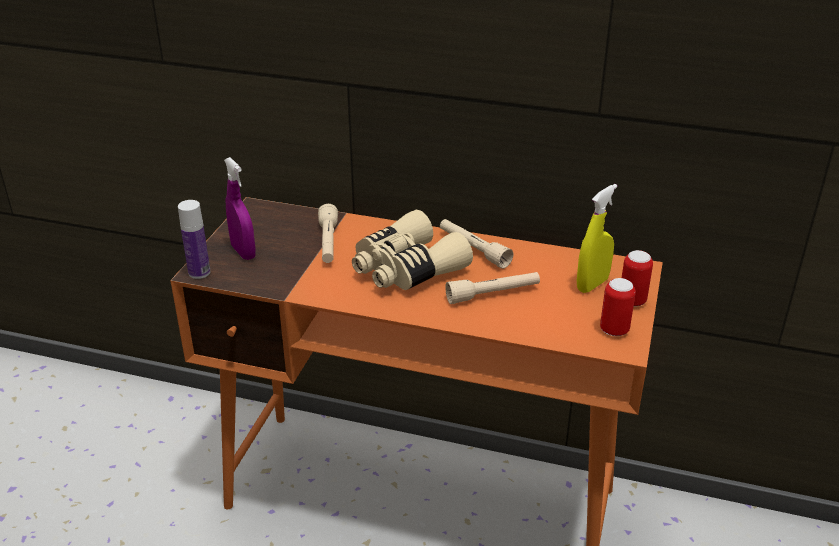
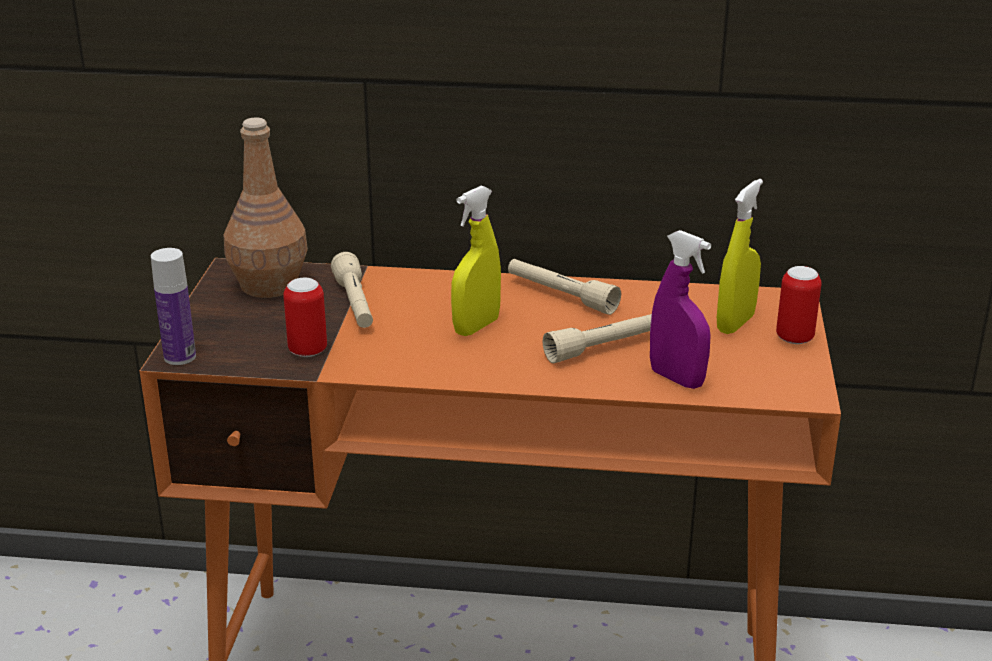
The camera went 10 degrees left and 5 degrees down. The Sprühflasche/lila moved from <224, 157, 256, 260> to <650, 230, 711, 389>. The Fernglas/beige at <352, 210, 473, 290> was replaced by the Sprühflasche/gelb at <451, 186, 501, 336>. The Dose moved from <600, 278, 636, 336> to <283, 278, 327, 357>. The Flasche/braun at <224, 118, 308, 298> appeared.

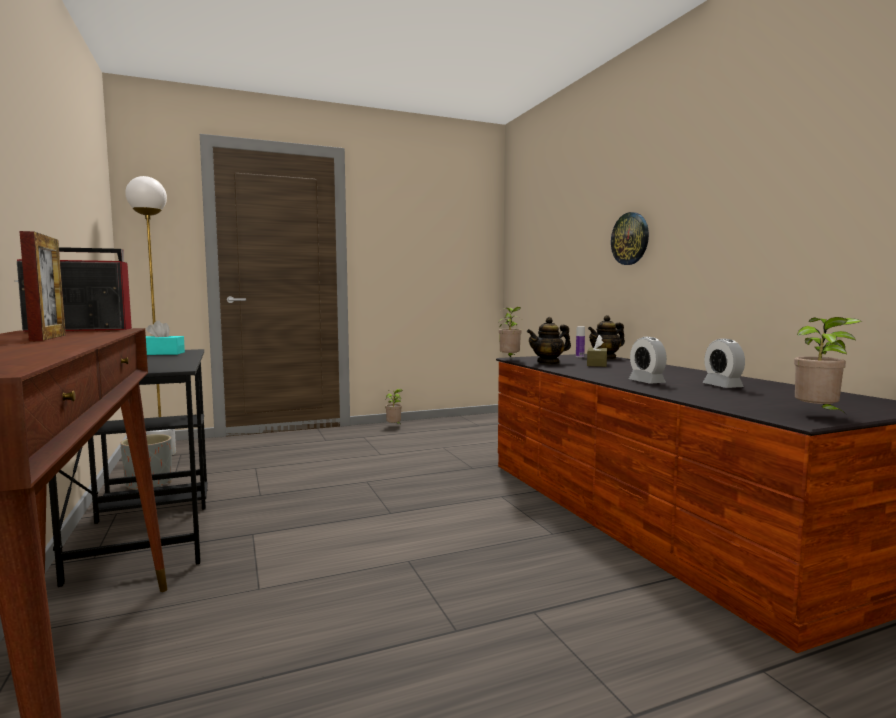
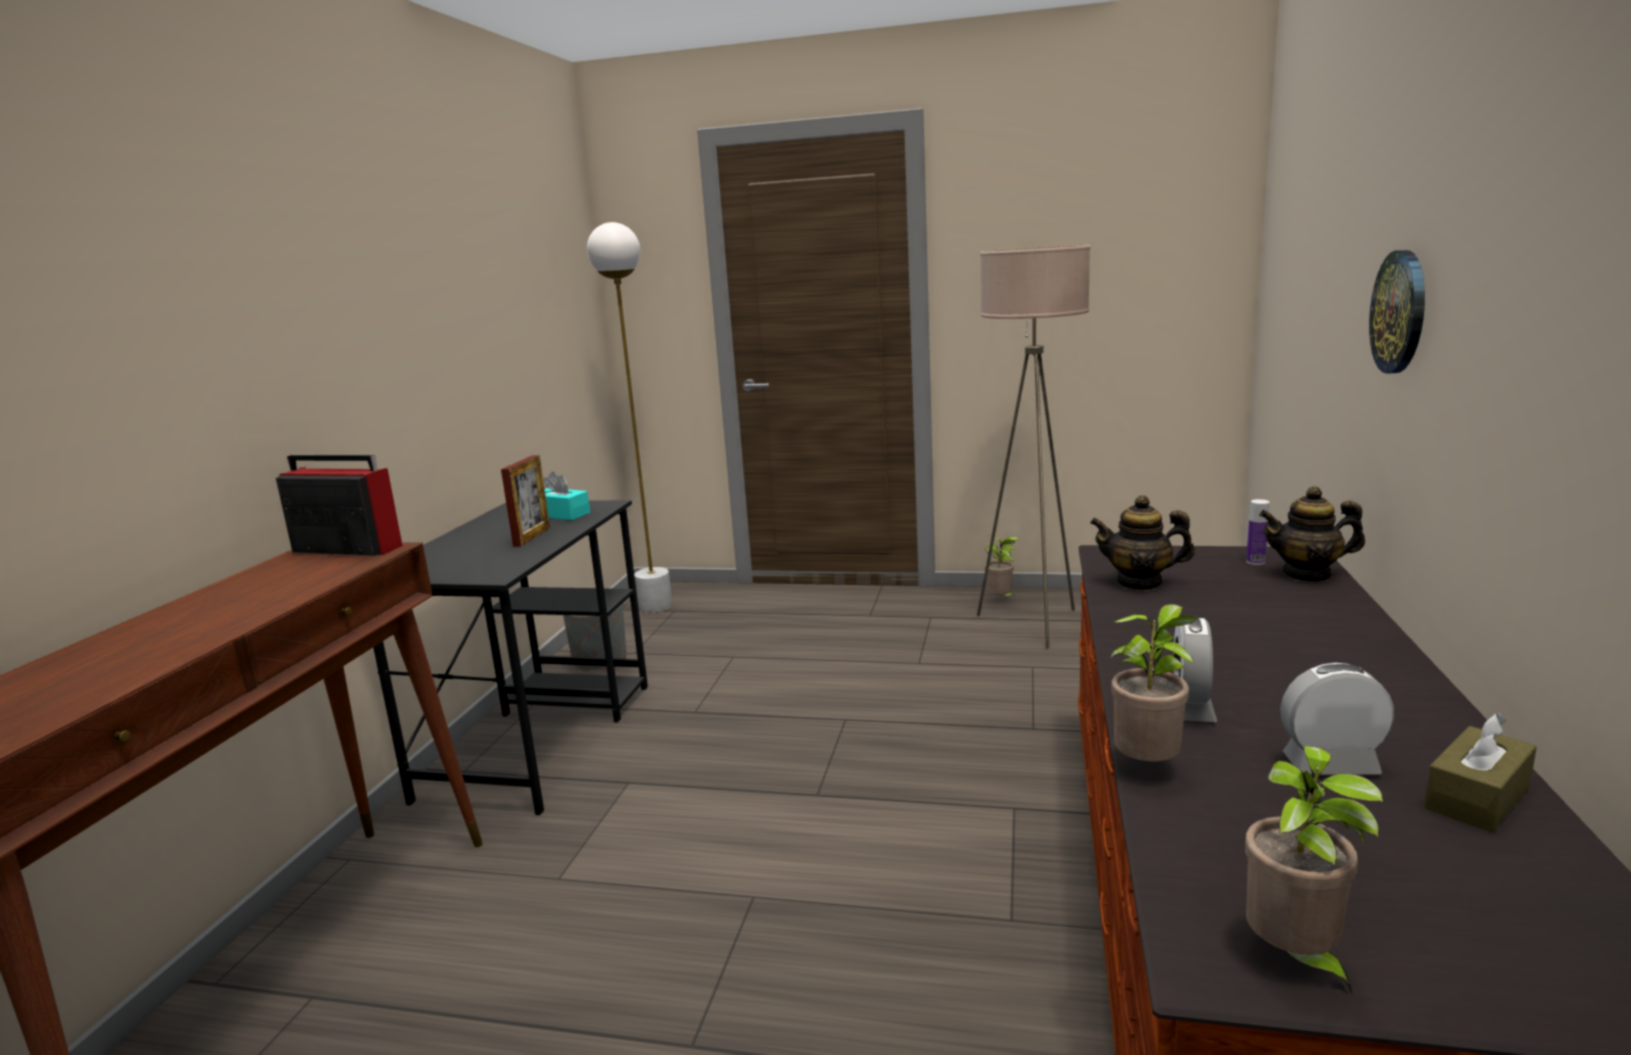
The camera went 35 degrees right and 10 degrees up. The Bilderrahmen moved from <20, 231, 66, 341> to <501, 455, 550, 546>. The Topfpflanze moved from <498, 307, 522, 357> to <1111, 604, 1198, 762>. The Taschentuchbox/braun moved from <587, 335, 607, 367> to <1424, 713, 1537, 833>. The Wecker at <703, 339, 745, 388> turned 75 degrees clockwise. The Stehlampe/beige at <977, 245, 1091, 648> appeared.

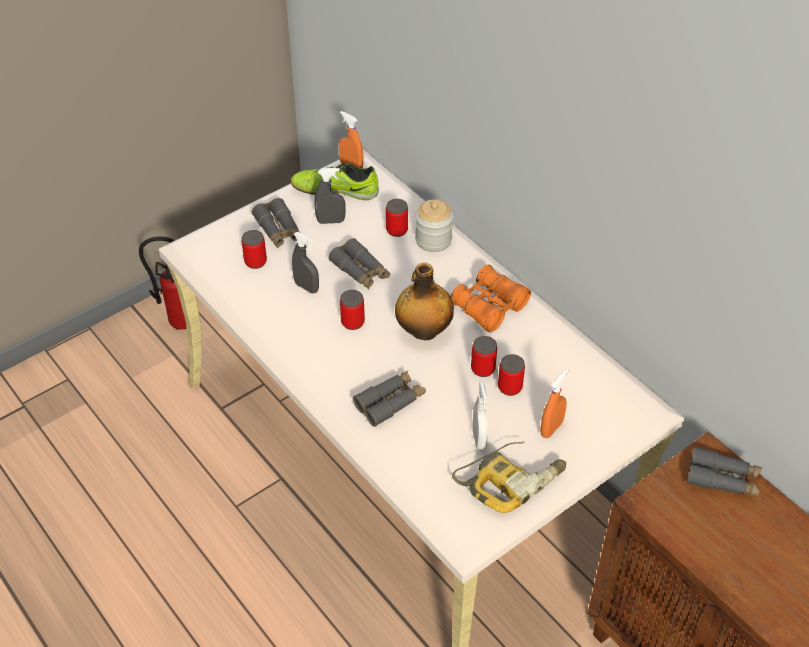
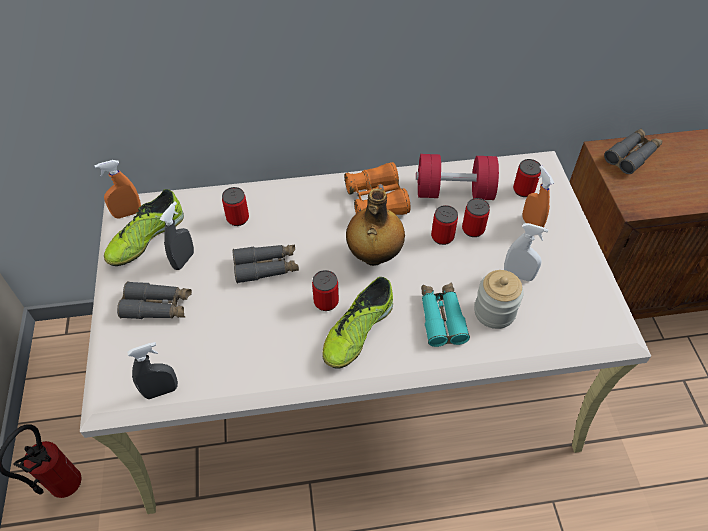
The camera went 60 degrees left and 5 degrees up. The Dose moved from <241, 230, 267, 269> to <513, 159, 541, 197>. The Sprühflasche/grau moved from <292, 232, 319, 293> to <127, 342, 178, 399>. The Fernglas/grau at <353, 371, 426, 427> became the Fernglas/türkis at <421, 282, 470, 347>. The Vorratsglas moved from <415, 199, 453, 252> to <474, 270, 524, 329>. The Bohrmaschine at <452, 441, 566, 513> disappeared. The Schuh at <322, 277, 393, 369> appeared. The Hantel/rot at <416, 154, 499, 200> appeared.

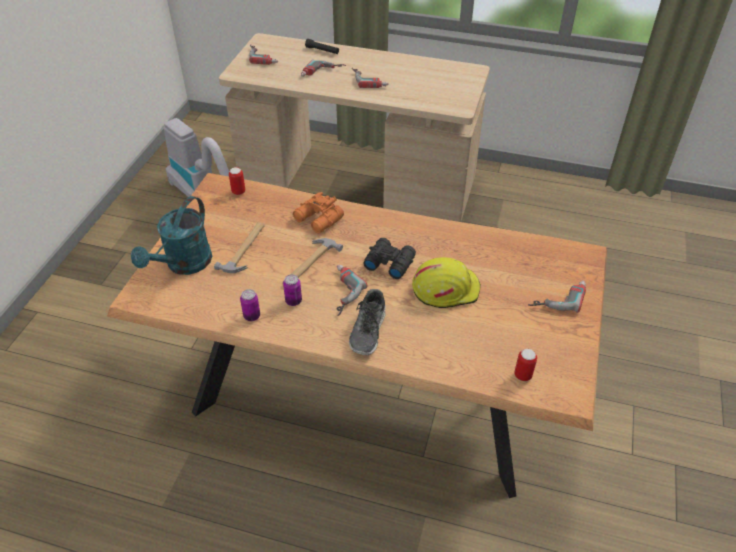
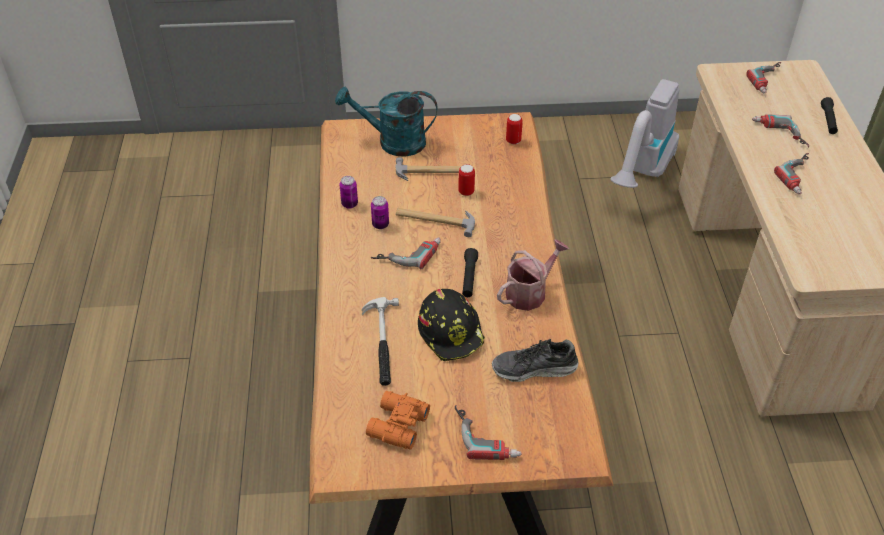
The camera went 70 degrees right and 0 degrees up. The Fernglas/orange moved from <293, 192, 344, 234> to <366, 391, 430, 450>. The Schuh moved from <349, 289, 386, 355> to <492, 339, 578, 382>. The Fernglas/schwarz at <363, 238, 416, 279> was replaced by the Taschenlampe/schwarz at <462, 248, 478, 297>. The Schutzhelm/gelb at <412, 257, 481, 308> became the Schutzhelm/schwarz at <418, 289, 485, 361>. The Dose moved from <514, 349, 537, 381> to <458, 164, 475, 196>. The Hammer at <362, 297, 399, 386> appeared. The Gießkanne at <497, 239, 569, 311> appeared.

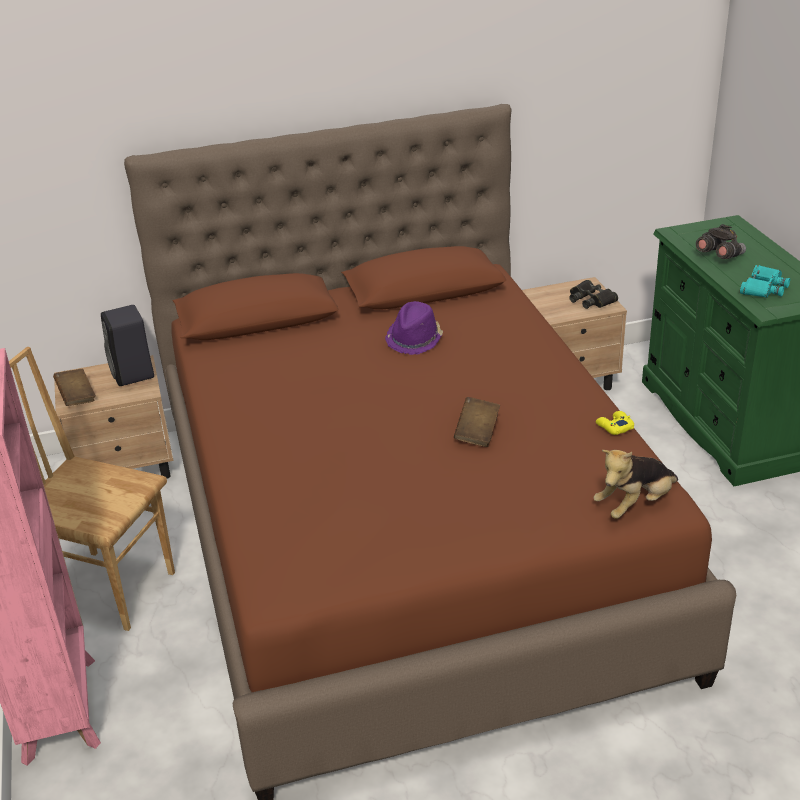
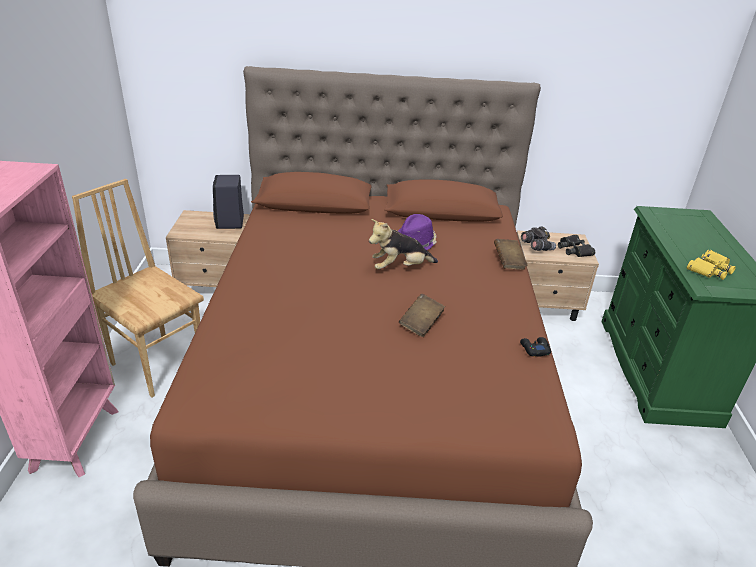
The camera went 15 degrees right and 0 degrees up. The Buch/braun moved from <53, 368, 95, 406> to <494, 239, 527, 270>. The Plüschtier moved from <594, 450, 678, 519> to <369, 219, 438, 269>. The Gamepad/gelb at <596, 411, 634, 435> became the Gamepad/schwarz at <520, 337, 551, 357>. The Fernglas/grau moved from <696, 224, 746, 259> to <521, 226, 556, 251>. The Fernglas/türkis at <740, 265, 790, 298> became the Fernglas/gelb at <687, 250, 736, 280>.

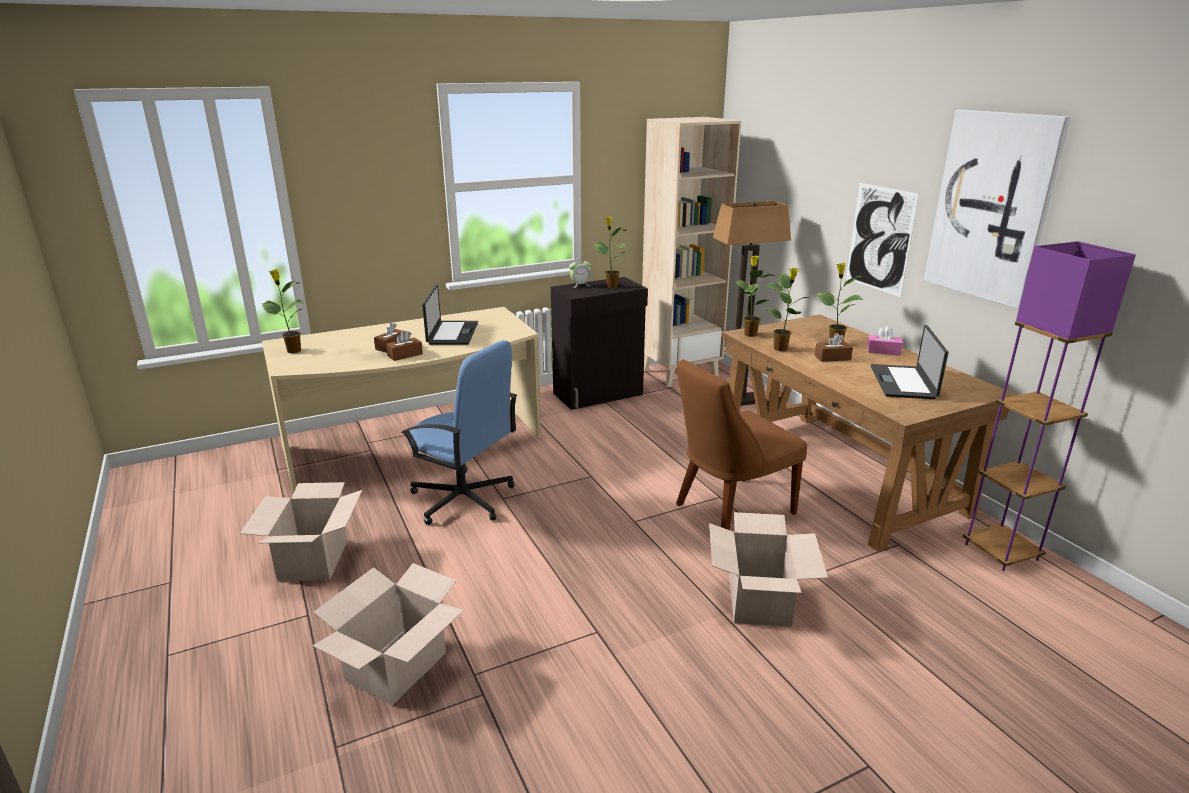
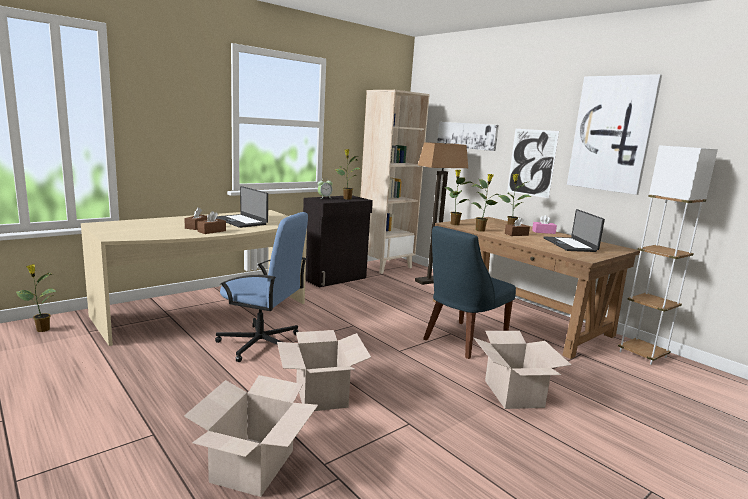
The camera went 15 degrees left and 10 degrees down. The Karton moved from <240, 482, 362, 581> to <277, 330, 371, 411>. The Topfpflanze moved from <262, 269, 304, 353> to <16, 264, 57, 332>. The Laptop at <422, 285, 478, 345> turned 150 degrees clockwise. The Stuhl/braun at <676, 360, 807, 530> became the Stuhl/blau at <423, 226, 516, 359>. The Stehlampe/lila at <963, 241, 1136, 571> became the Stehlampe/weiß at <618, 145, 718, 365>. The Bild at <437, 122, 499, 151> appeared.

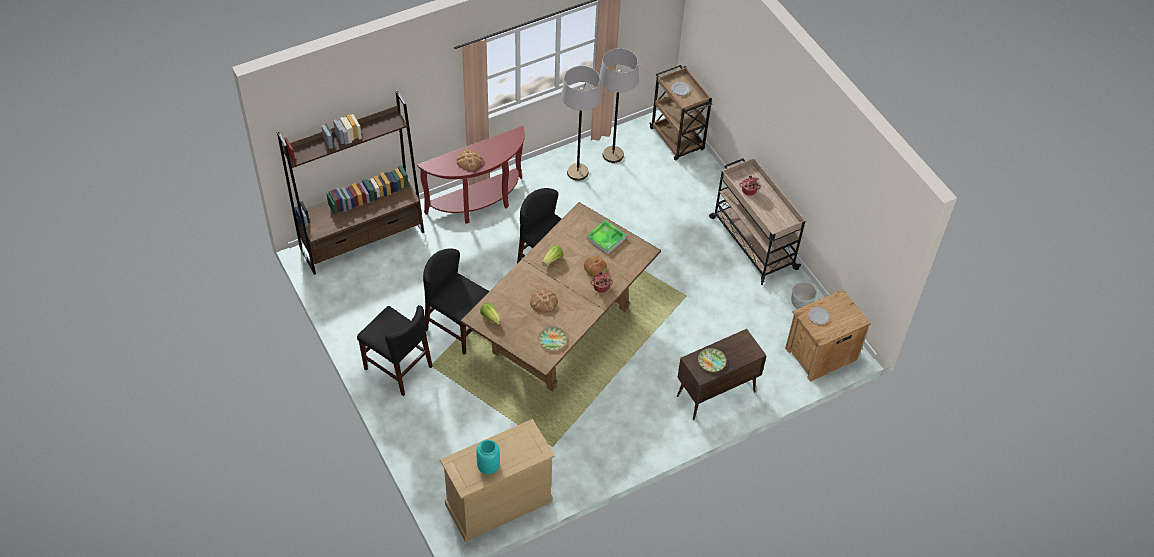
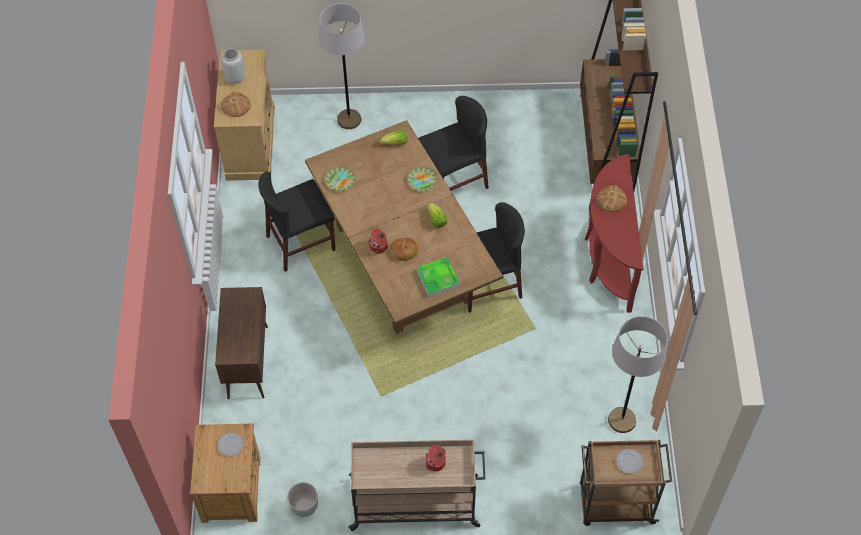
The camera went 120 degrees right and 5 degrees up. The Stuhl/schwarz moved from <357, 305, 433, 396> to <258, 171, 336, 272>. The Vase/türkis at <476, 440, 500, 474> became the Vase/grau at <221, 48, 245, 84>. The Brot moved from <530, 290, 558, 313> to <221, 91, 251, 117>. The Stehlampe/grau moved from <561, 66, 602, 181> to <319, 3, 365, 129>. The Teller moved from <698, 348, 726, 372> to <408, 167, 438, 191>.

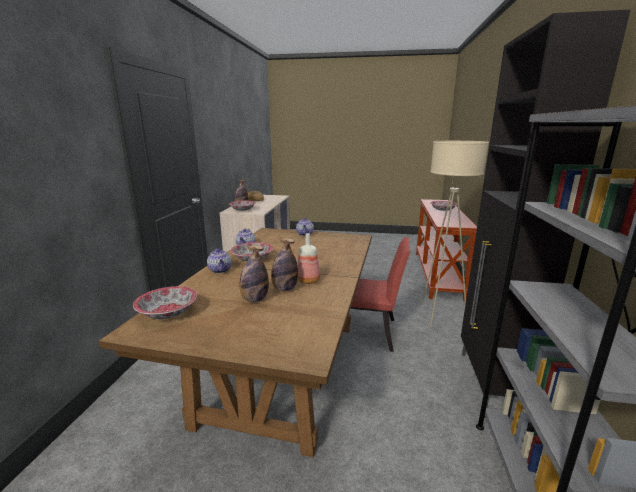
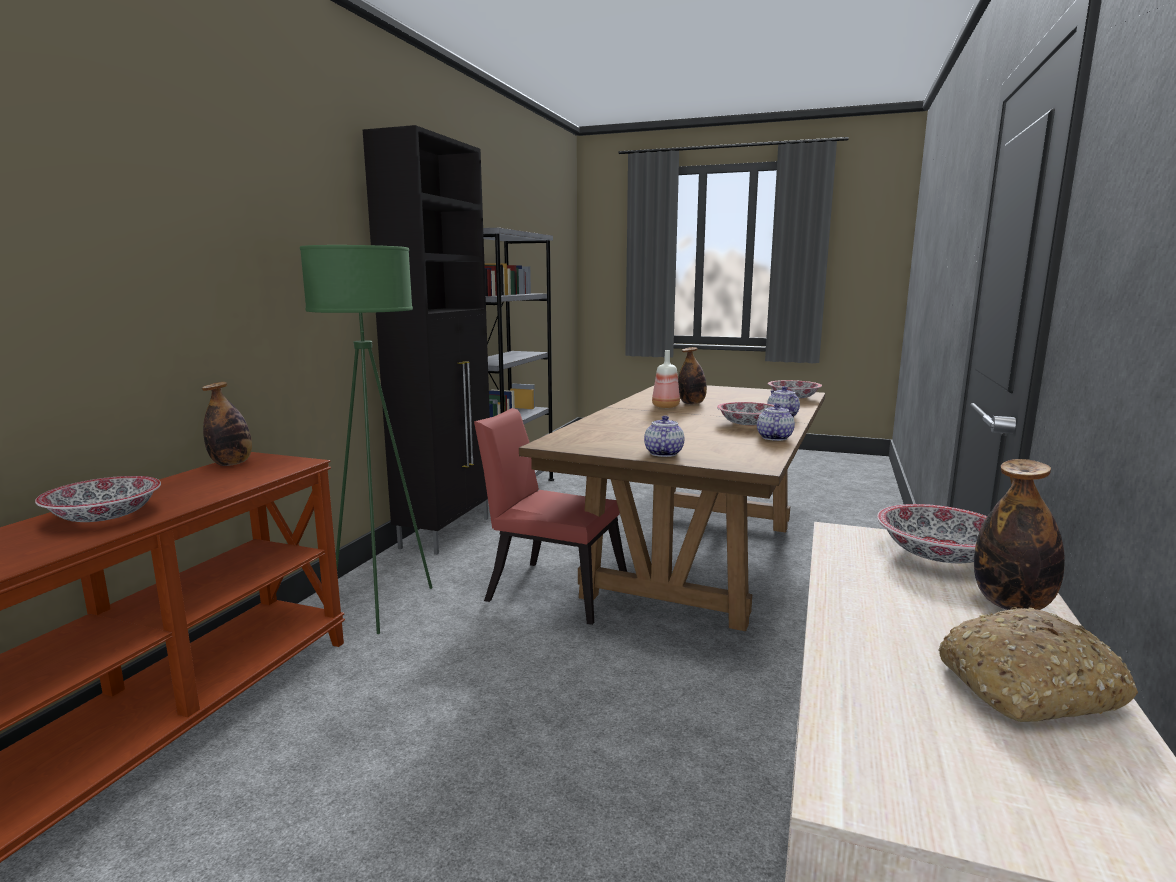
The camera went 170 degrees left and 5 degrees down. The Flasche moved from <239, 245, 269, 302> to <202, 382, 252, 466>. The Stehlampe/beige at <421, 141, 489, 327> became the Stehlampe/grün at <300, 245, 433, 634>.

